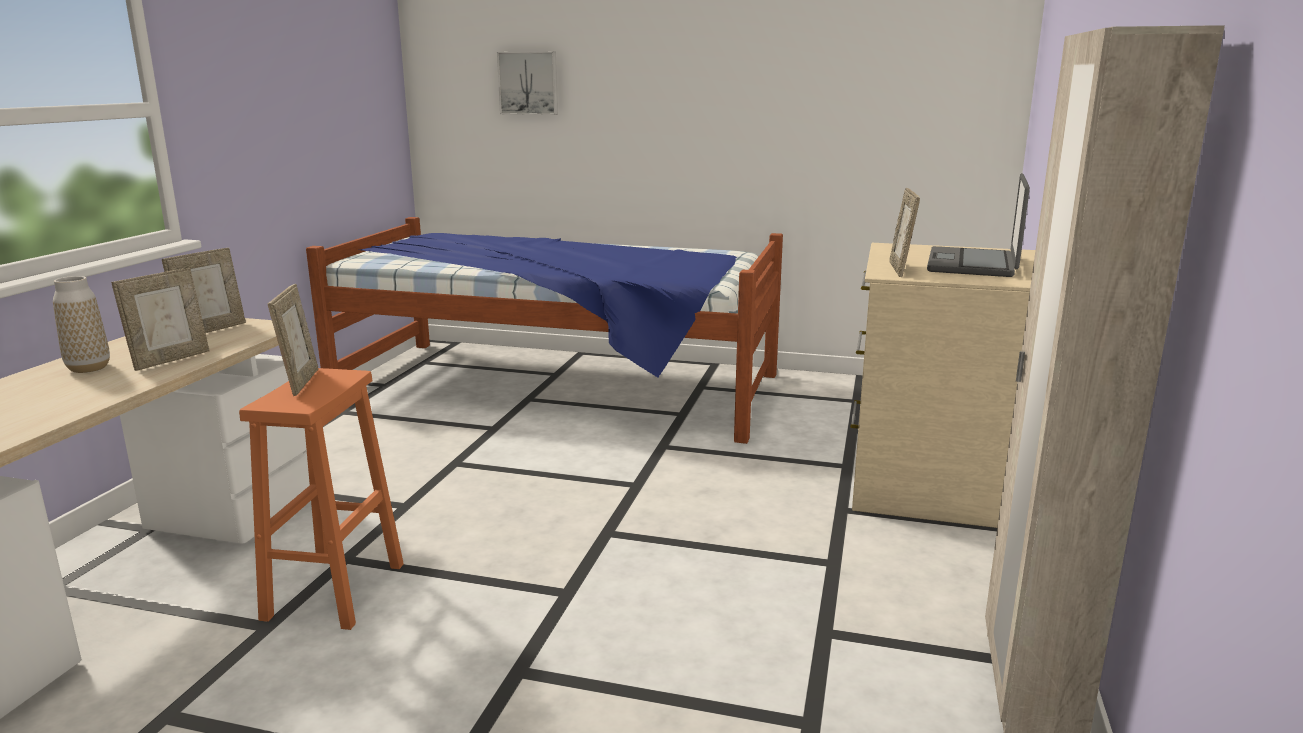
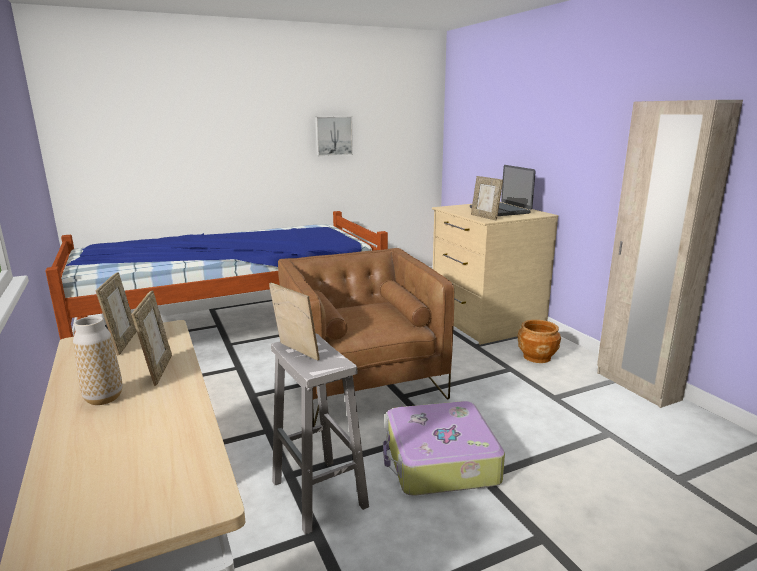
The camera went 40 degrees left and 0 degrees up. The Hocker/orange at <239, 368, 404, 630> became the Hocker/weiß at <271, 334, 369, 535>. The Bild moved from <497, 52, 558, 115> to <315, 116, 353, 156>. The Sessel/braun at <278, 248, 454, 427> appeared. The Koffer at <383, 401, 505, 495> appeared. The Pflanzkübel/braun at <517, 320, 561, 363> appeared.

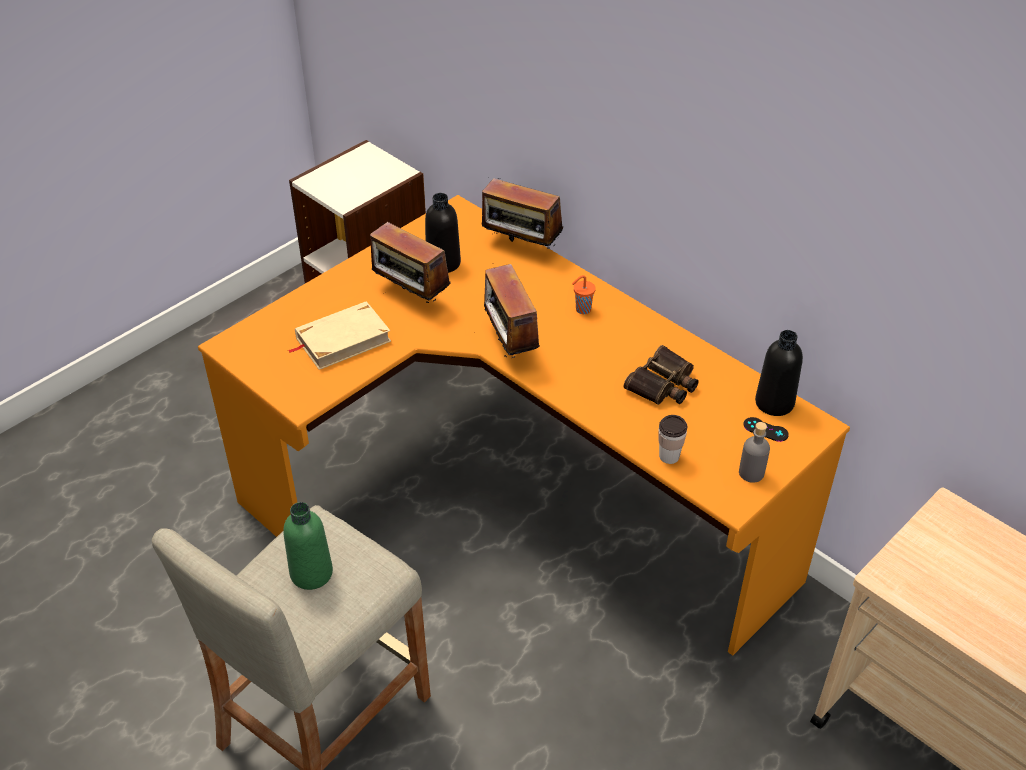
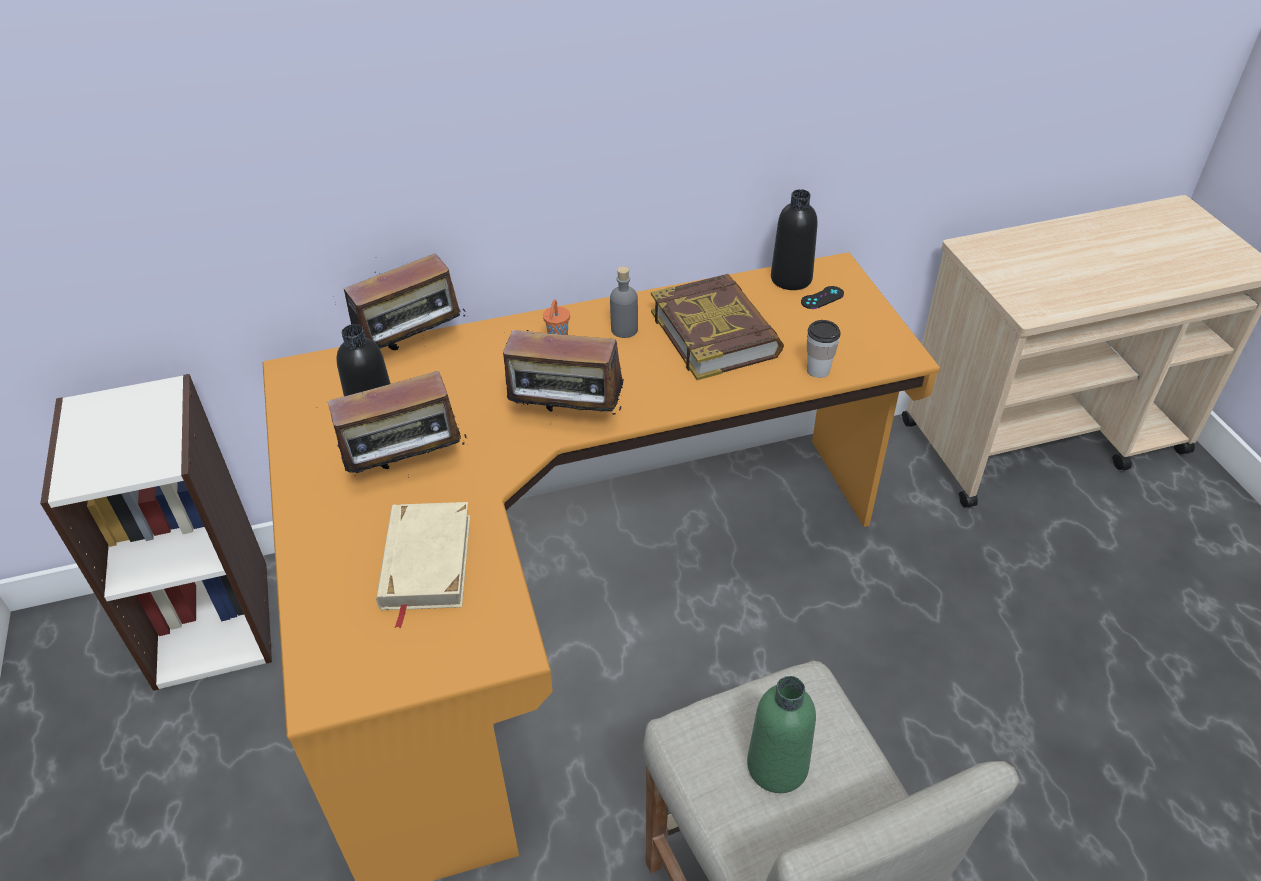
The camera went 60 degrees left and 0 degrees up. The Fernglas at <623, 345, 699, 405> was replaced by the Buch at <651, 274, 784, 380>. The Flasche/grau moved from <739, 422, 770, 483> to <610, 266, 638, 338>.

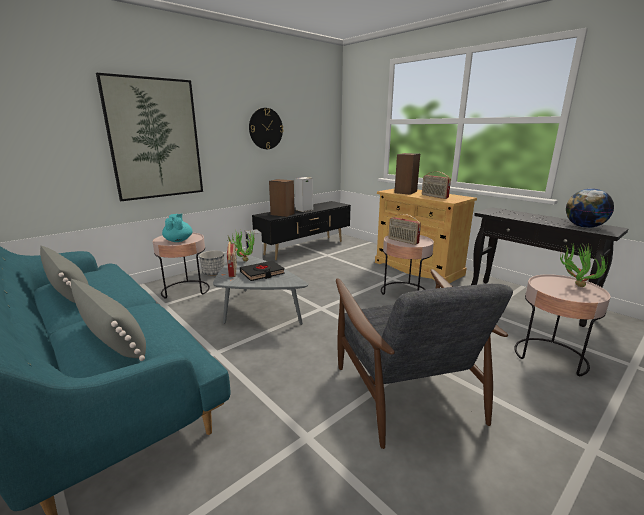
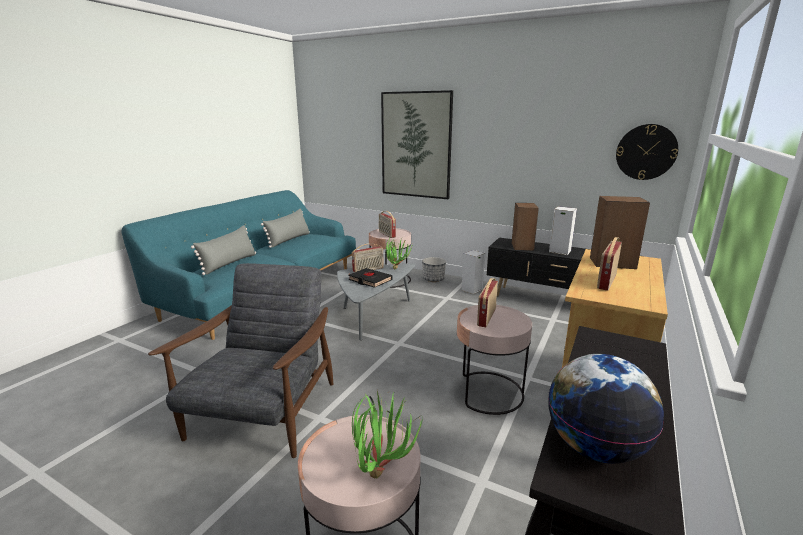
The camera went 70 degrees right and 0 degrees up. The Teekanne/türkis at <162, 214, 192, 242> was replaced by the Radio at <379, 211, 396, 238>. The Wanduhr moved from <249, 108, 283, 149> to <616, 124, 678, 180>. The Sessel/grau at <336, 269, 513, 449> turned 135 degrees clockwise.

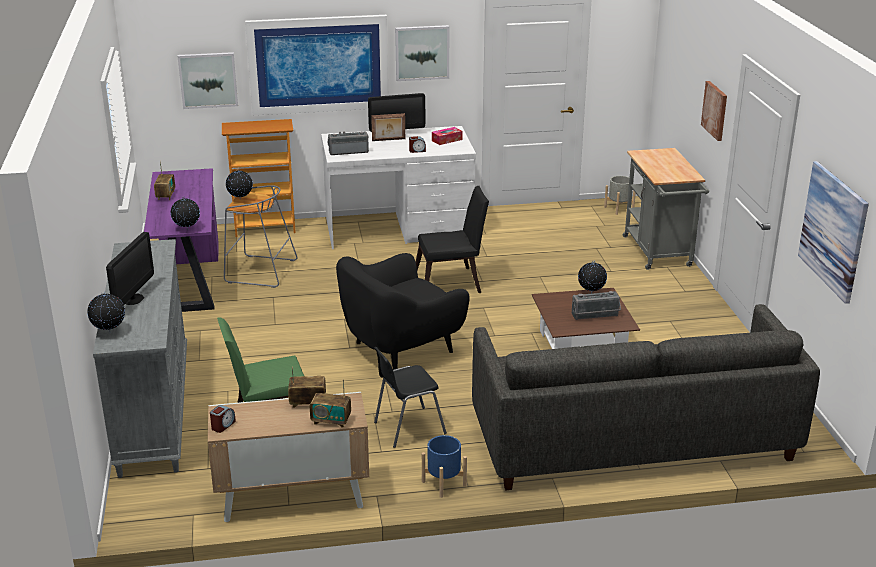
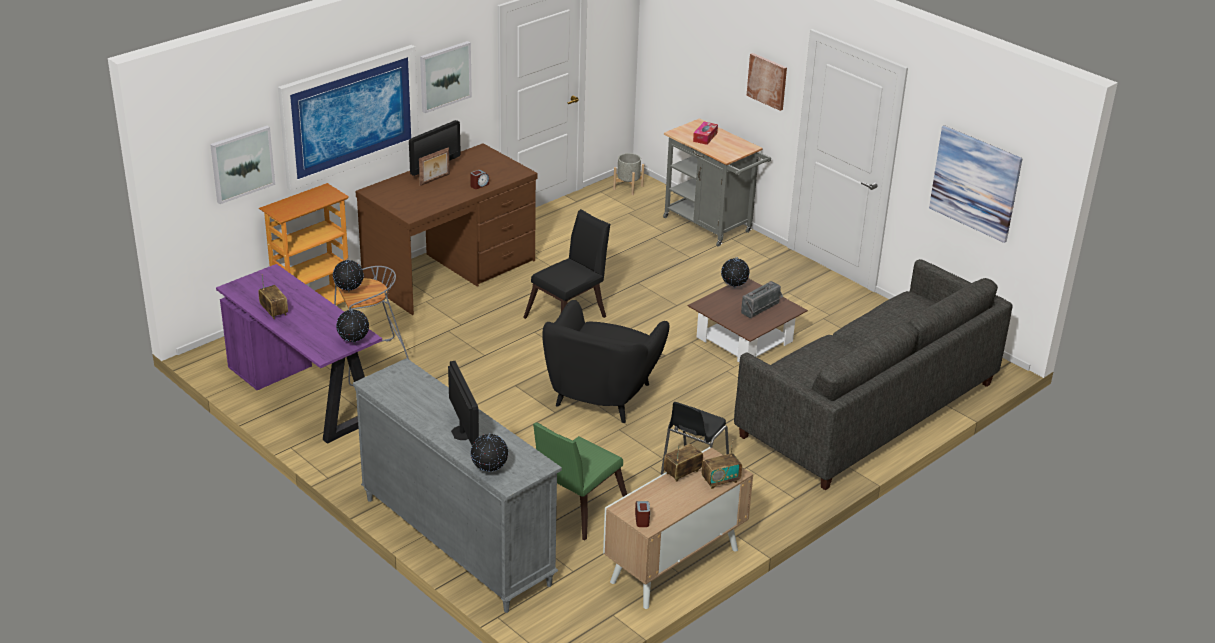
The camera went 35 degrees left and 5 degrees up. The Schreibtisch/weiß at <321, 126, 476, 249> became the Schreibtisch/braun at <356, 143, 538, 315>. The Radio at <328, 131, 369, 155> disappeared. The Pflanzkübel/blau at <422, 435, 467, 498> disappeared. The Taschentuchbox moved from <432, 127, 462, 145> to <693, 122, 718, 145>.

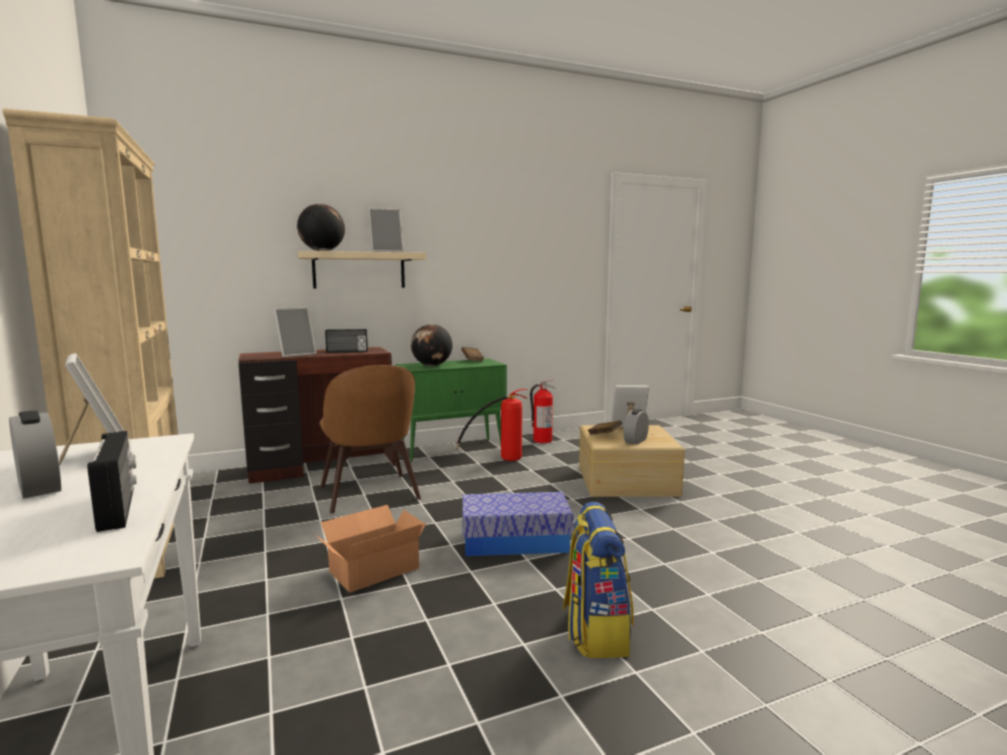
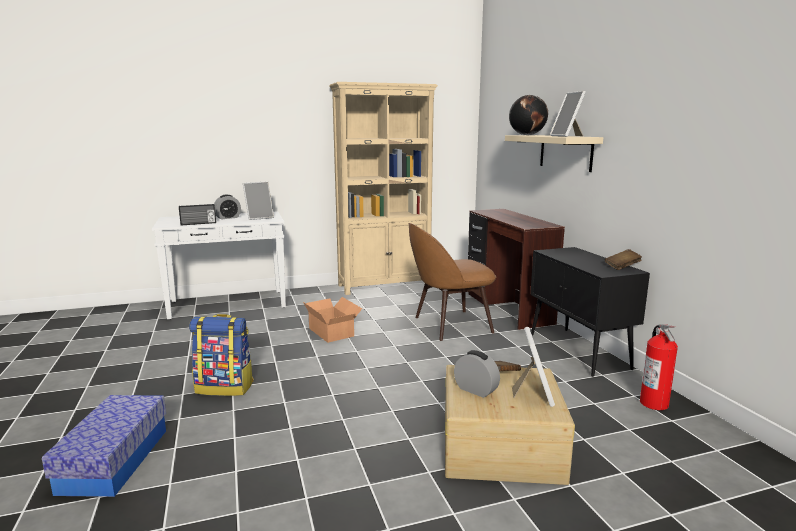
The camera went 95 degrees right and 5 degrees up. The Bilderrahmen at <274, 307, 317, 357> disappeared. The Radio at <325, 329, 368, 353> disappeared. The Schrank/grün at <395, 359, 507, 462> became the Schrank/schwarz at <530, 247, 650, 377>. The Globus at <411, 324, 452, 366> disappeared. The Feuerlöscher at <455, 389, 528, 461> disappeared. The Aufbewahrungsbox moved from <462, 492, 573, 556> to <42, 395, 166, 497>.

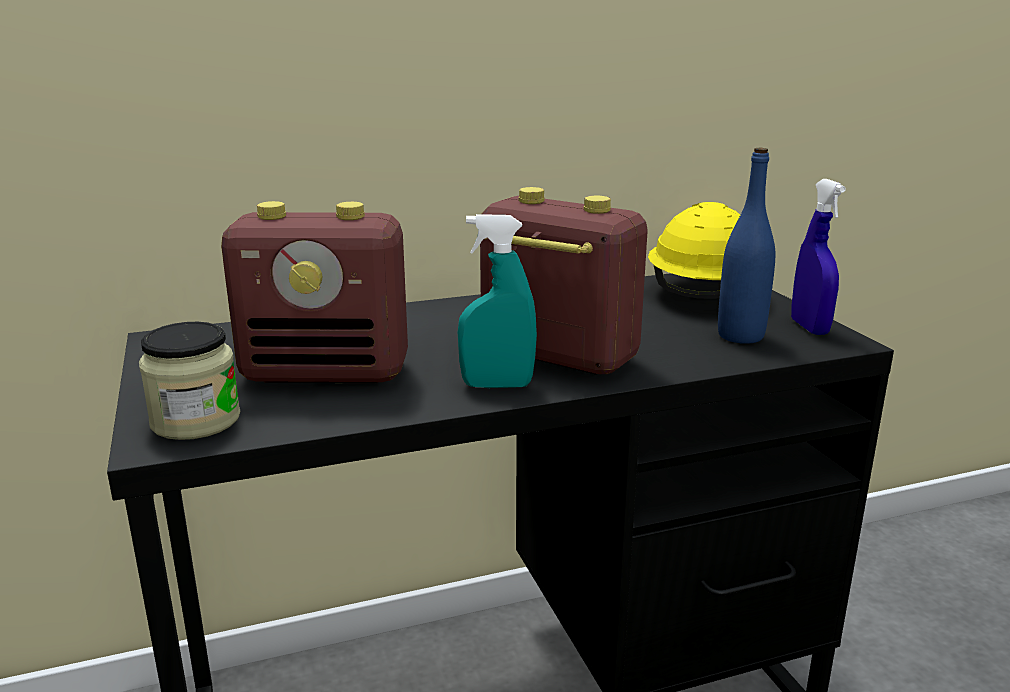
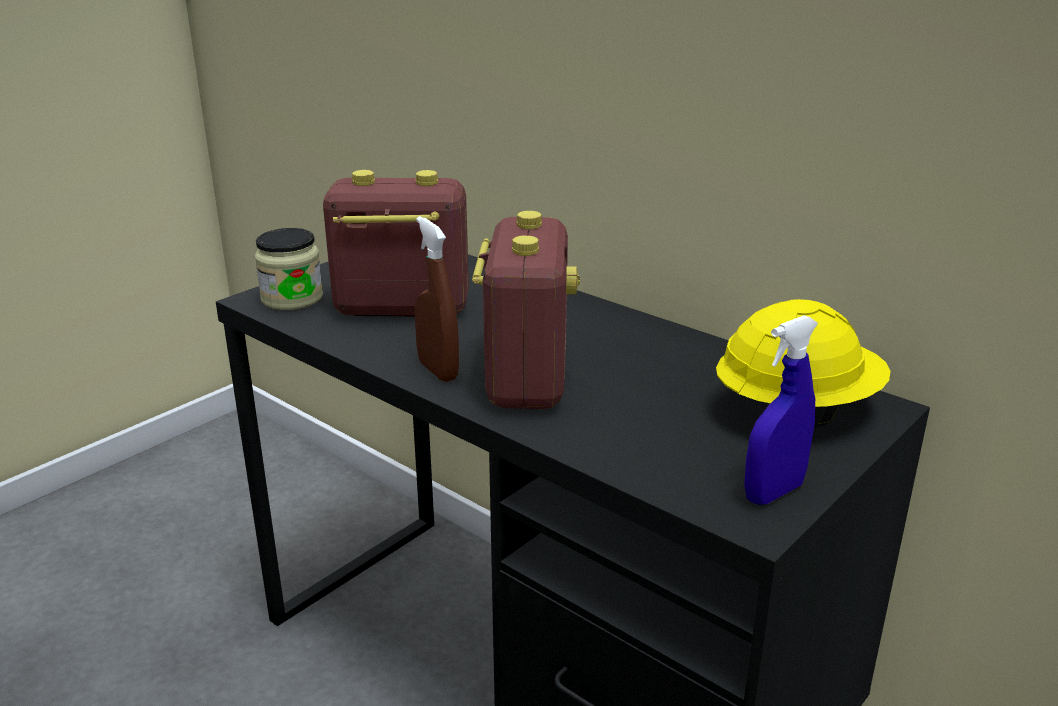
The camera went 60 degrees right and 5 degrees up. The Radio at <221, 201, 408, 383> turned 120 degrees clockwise. The Sprühflasche/türkis at <458, 214, 537, 388> became the Sprühflasche/braun at <415, 216, 459, 382>. The Flasche/blau at <718, 148, 775, 344> disappeared.

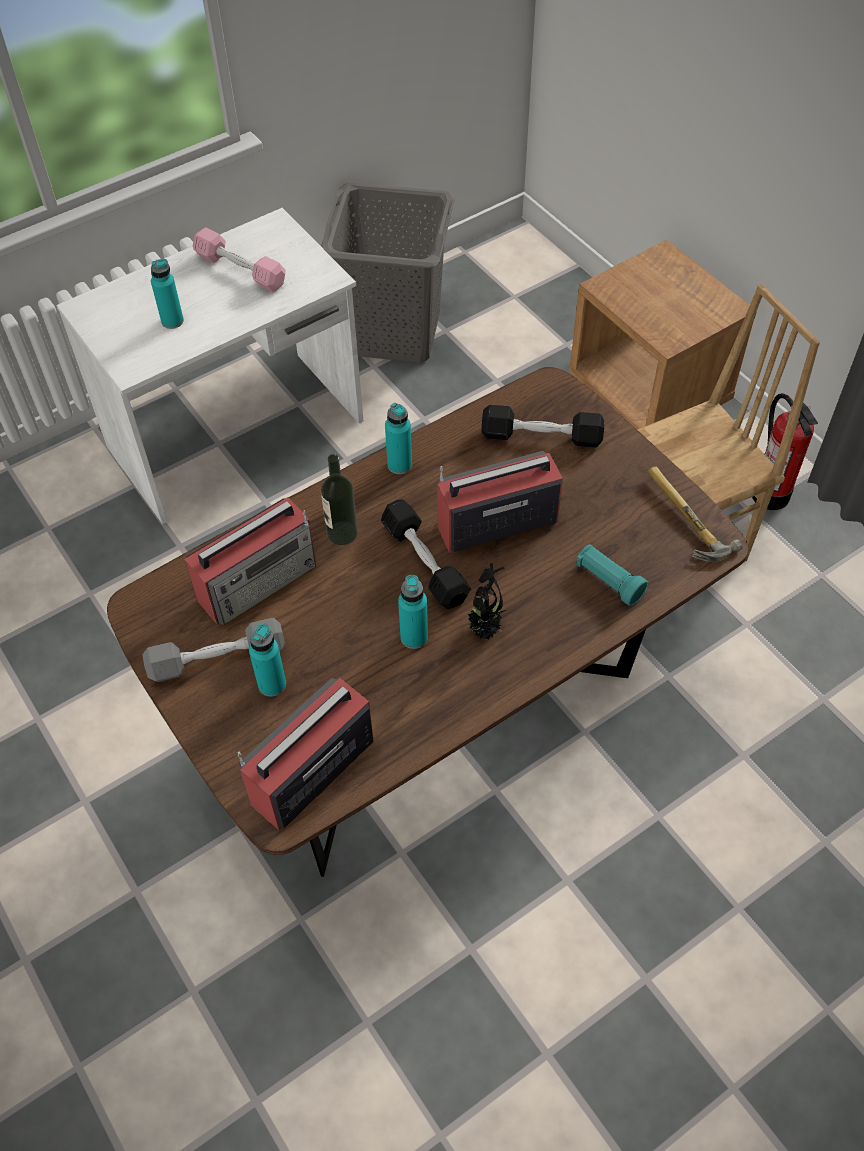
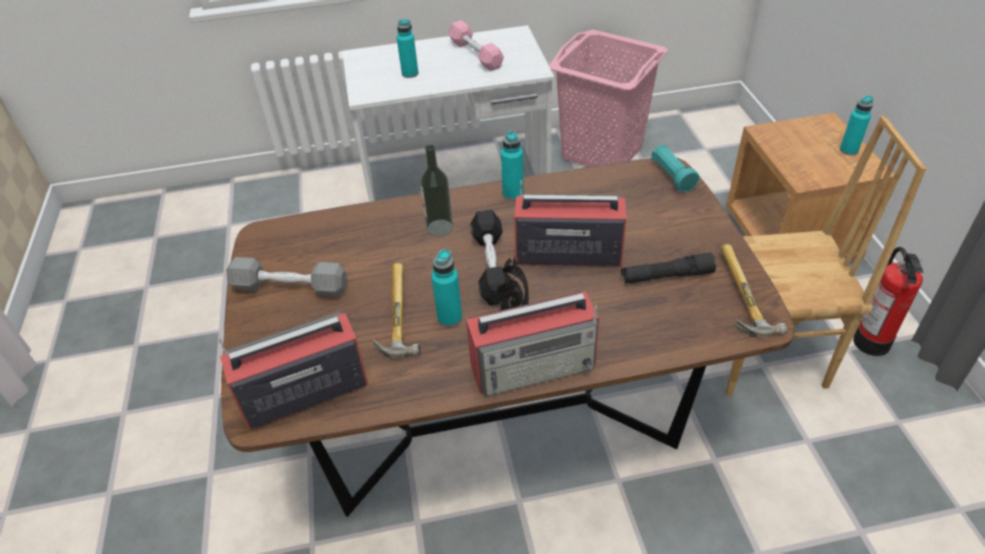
The camera went 25 degrees right and 10 degrees down. The Radio moved from <185, 497, 316, 625> to <466, 291, 599, 397>. The Flasche/türkis moved from <249, 623, 286, 697> to <840, 96, 874, 155>. The Wäschekorb/grau at <321, 182, 455, 363> became the Wäschekorb/rosa at <549, 29, 668, 167>. The Hantel/schwarz at <481, 405, 605, 448> disappeared. The Taschenlampe/türkis moved from <576, 544, 648, 606> to <651, 145, 699, 192>. The Hammer at <373, 263, 420, 359> appeared. The Taschenlampe/schwarz at <621, 253, 716, 284> appeared.

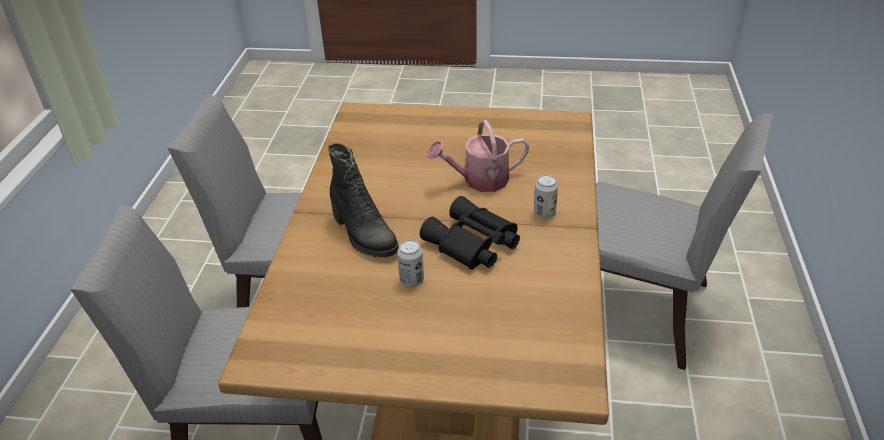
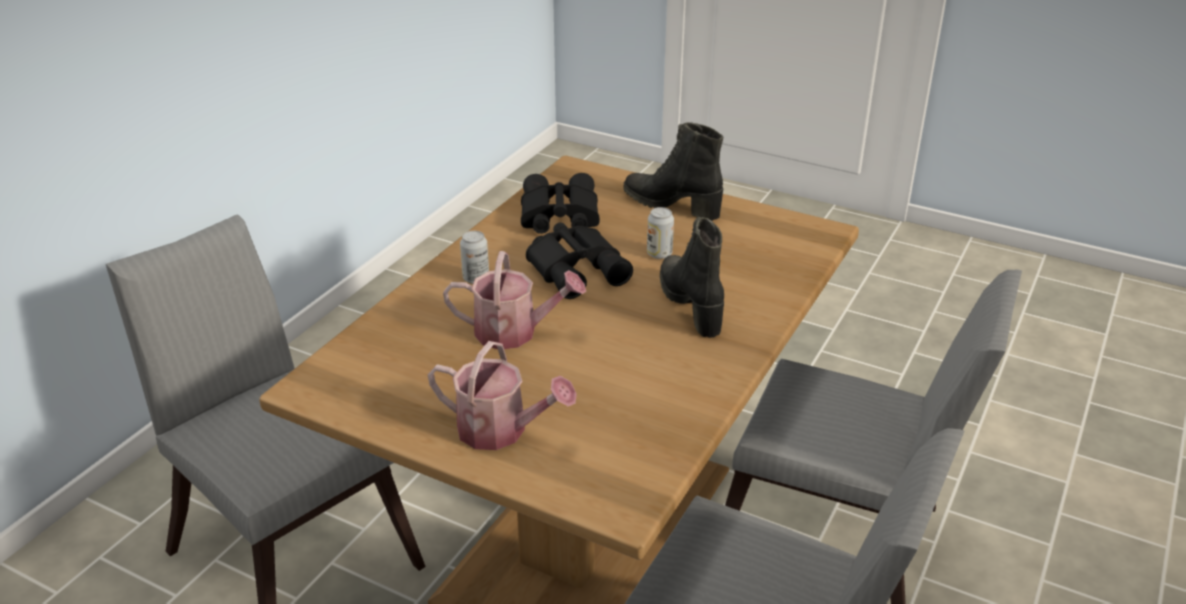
The camera went 160 degrees left and 5 degrees down. The Gießkanne at <428, 341, 577, 450> appeared. The Fernglas/schwarz at <521, 173, 600, 234> appeared. The Stiefel/schwarz at <623, 122, 723, 221> appeared.

